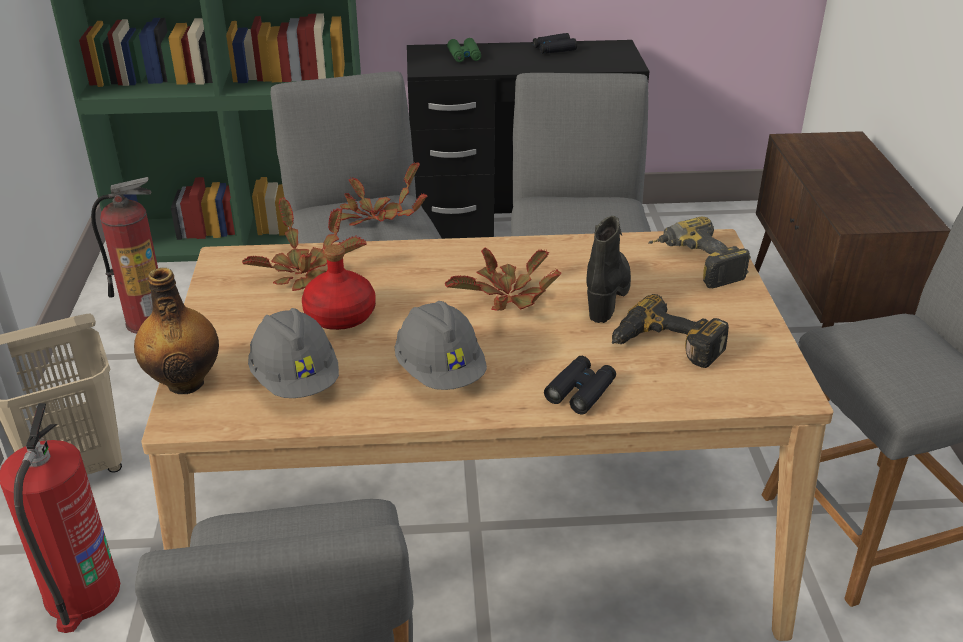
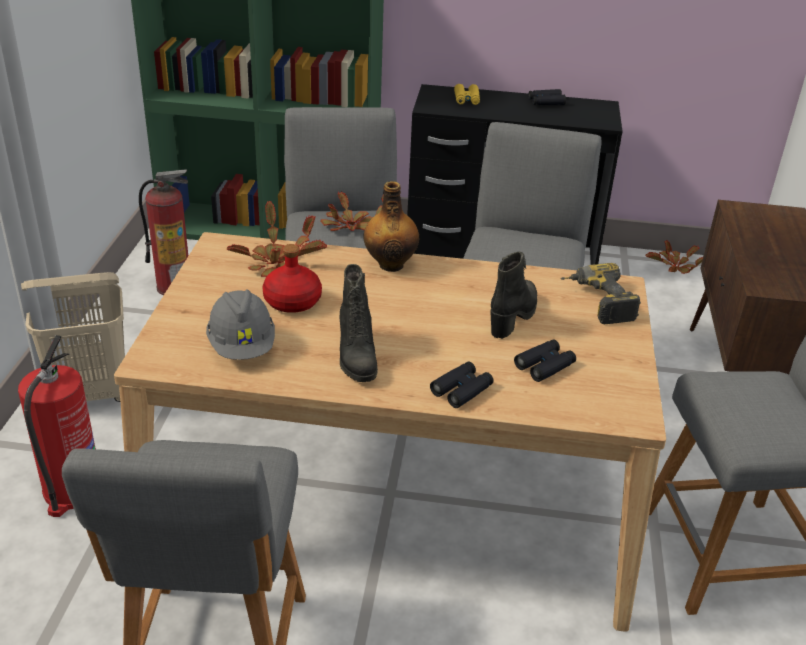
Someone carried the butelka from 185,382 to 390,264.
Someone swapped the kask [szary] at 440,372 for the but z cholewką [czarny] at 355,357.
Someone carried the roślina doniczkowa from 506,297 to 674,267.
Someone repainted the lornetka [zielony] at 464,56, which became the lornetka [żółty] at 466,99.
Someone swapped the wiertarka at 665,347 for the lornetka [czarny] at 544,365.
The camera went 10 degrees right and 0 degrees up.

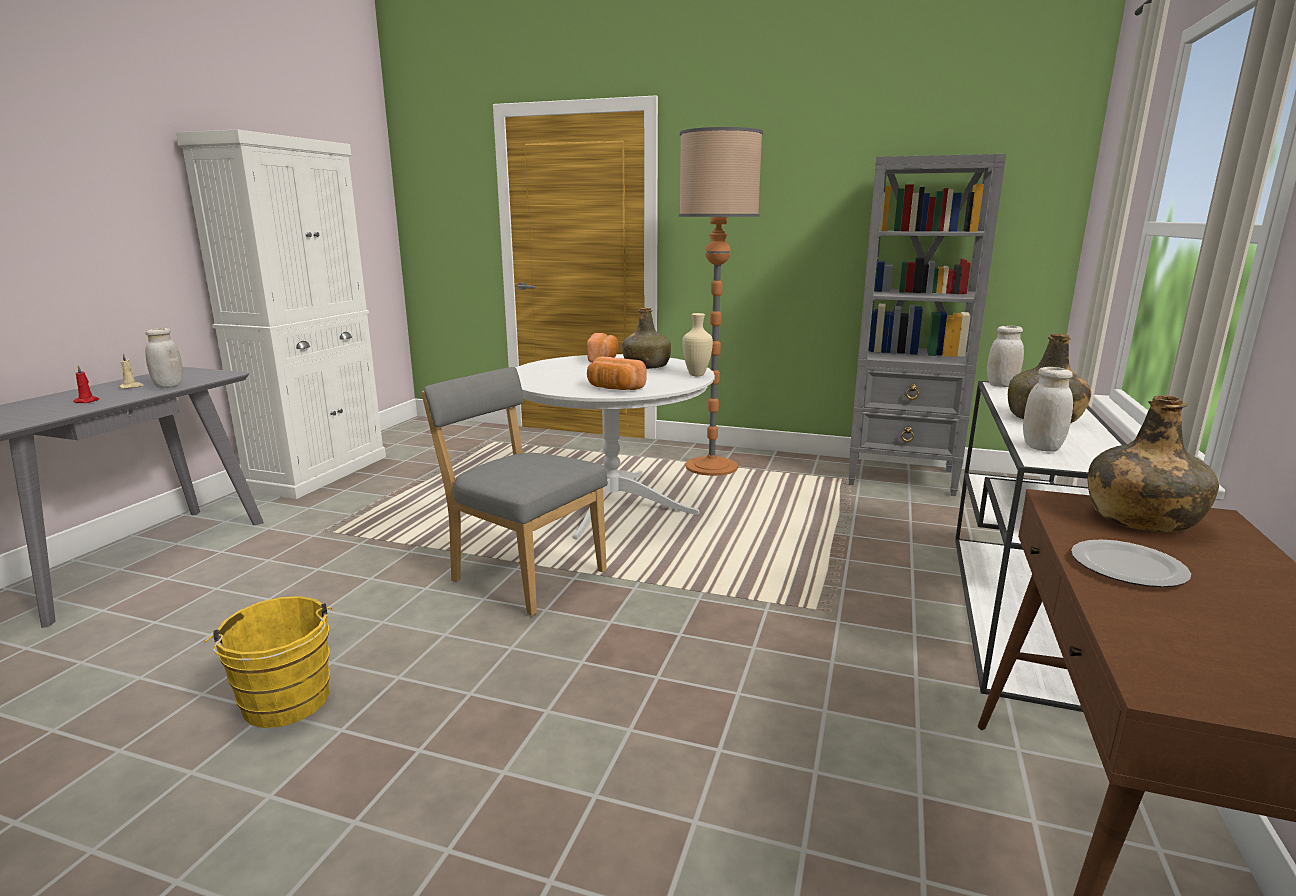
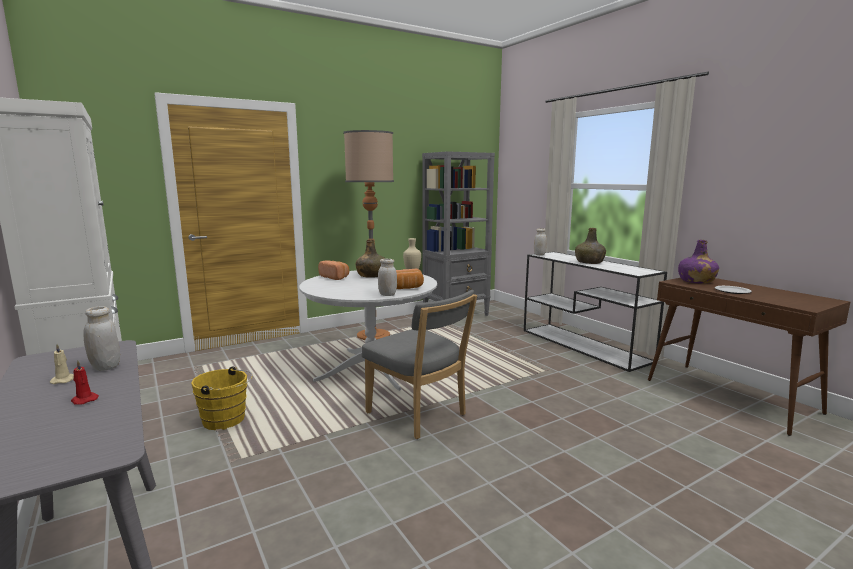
Someone carried the wiadro [żółty] from 286,706 to 226,420.
Someone rotated the krzesło [szary] at 523,574 by 120 degrees counterclockwise.
Someone carried the słoik [biały] from 1041,447 to 387,295.
Someone repainted the butelka [zielony] at 1140,519, which became the butelka [fioletowy] at 696,281.
The camera went 50 degrees left and 5 degrees down.

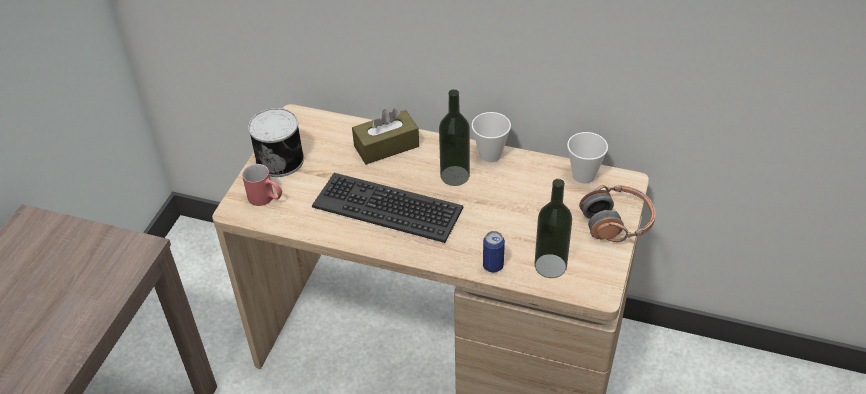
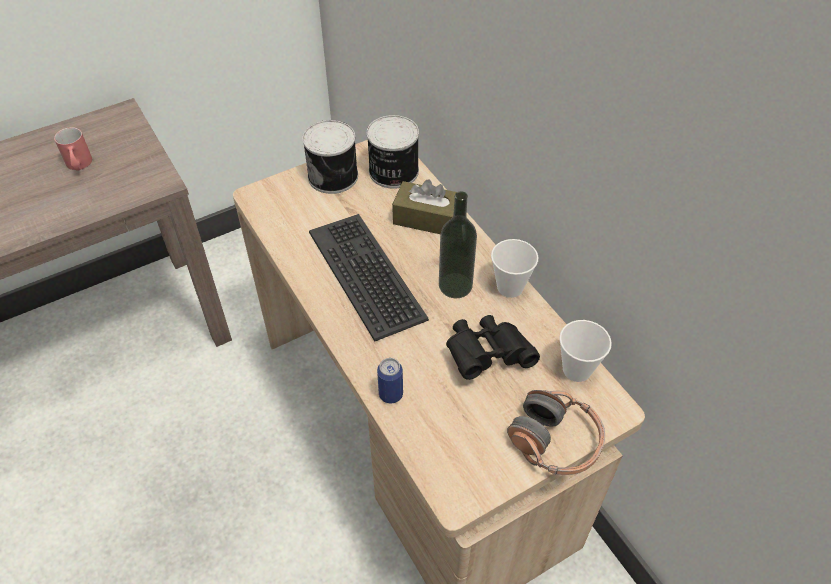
Someone carried the kubek [czerwony] from 266,199 to 79,166.
Someone took away the butelka at 550,266.
Someone put down the puszka at 392,172.
Someone put down the lornetka [czarny] at 487,355.
The camera went 40 degrees right and 5 degrees up.

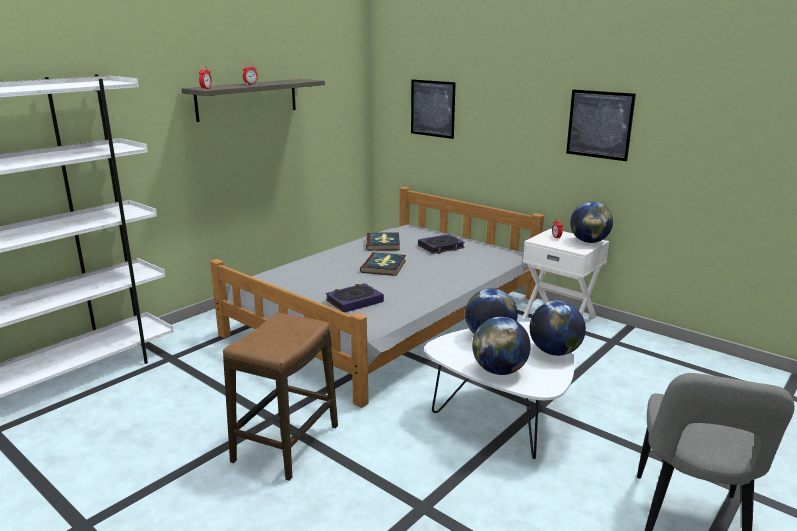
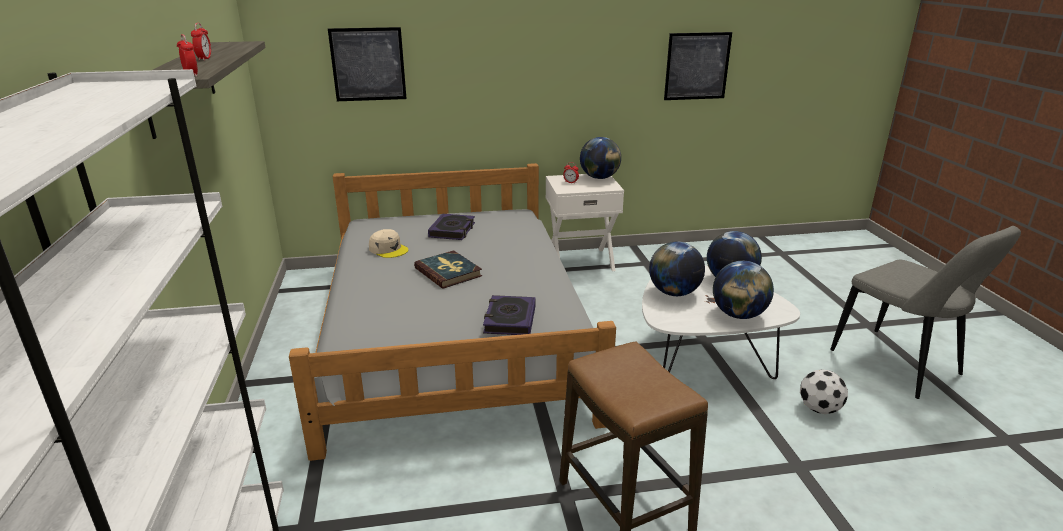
Someone swapped the książka at 383,244 for the czapka z daszkiem [beżowy] at 388,249.
Someone carried the obraz from 599,124 to 697,66.
Someone put down the piłka futbolowa at 819,409.
The camera went 50 degrees left and 5 degrees up.

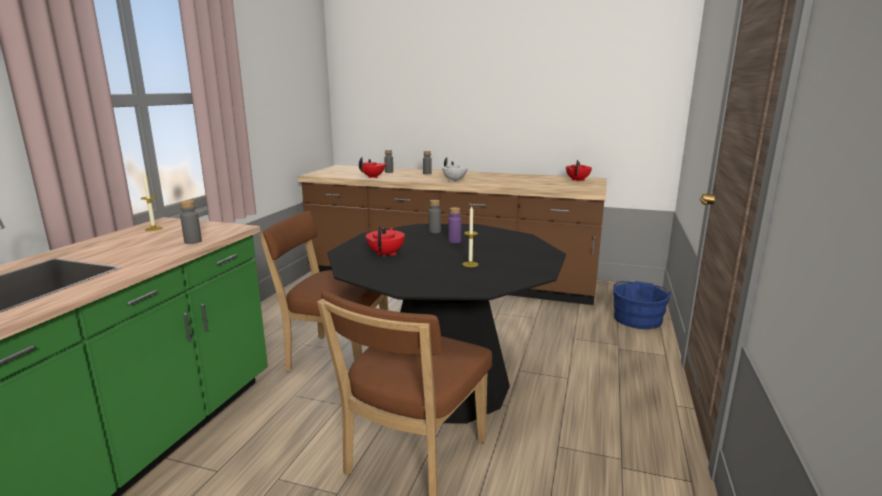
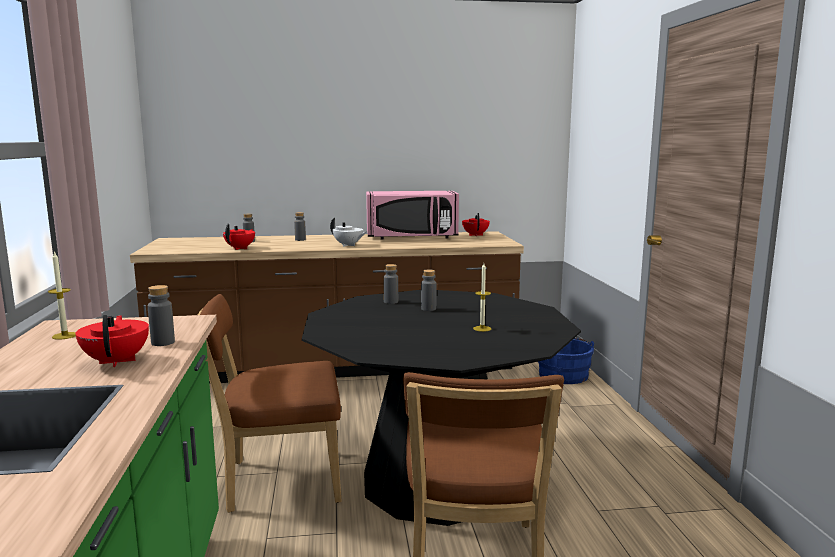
Someone carried the imbryk [czerwony] from 386,254 to 117,361.
Someone repainted the butelka [fioletowy] at 454,241, which became the butelka [szary] at 428,309.
Someone put down the mikrofalówka [różowy] at 412,237.
The camera went 25 degrees left and 5 degrees down.

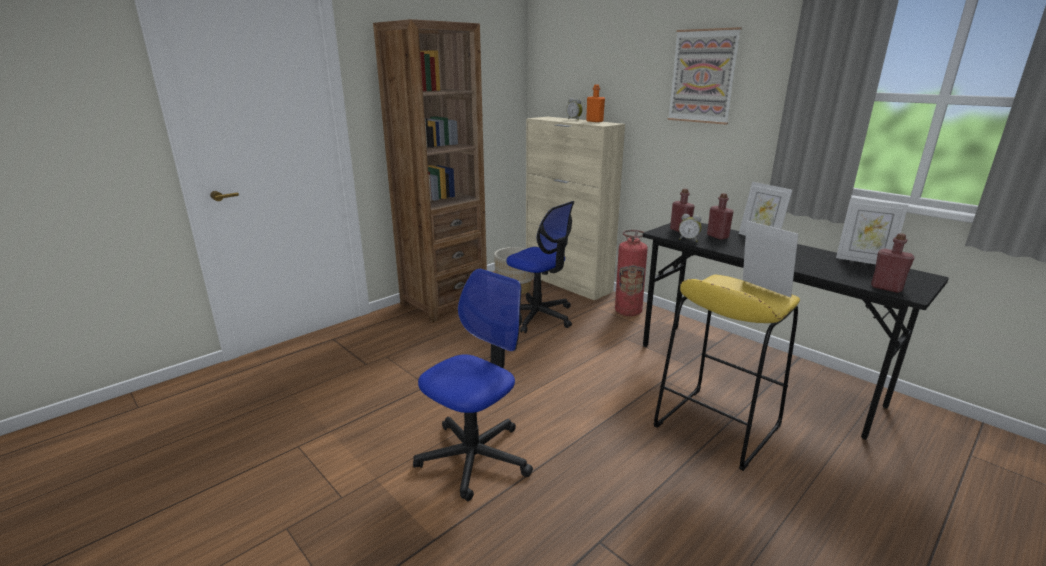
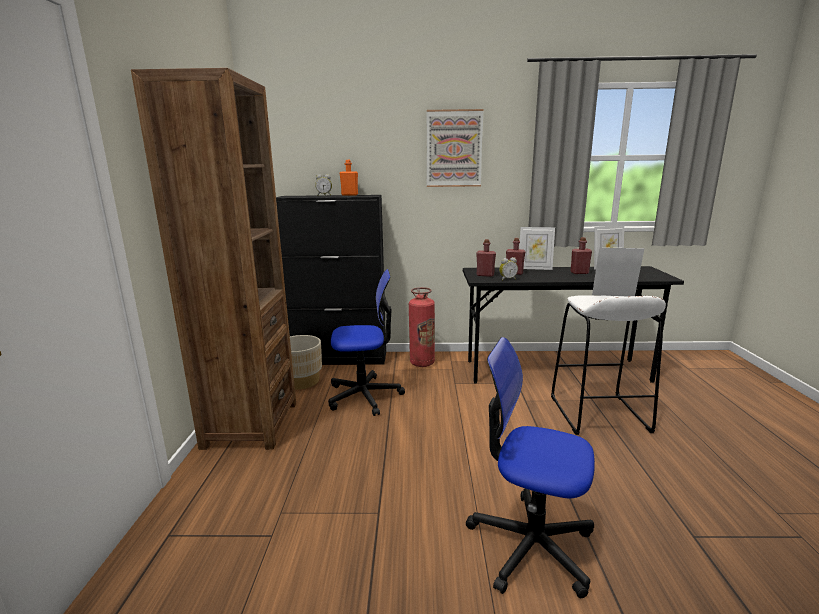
Someone rotated the krzesło biurowe at 474,457 by 60 degrees counterclockwise.
Someone repainted the szafka [beżowy] at 568,283, which became the szafka [czarny] at 339,358.
Someone repainted the stołek [żółty] at 716,426, which became the stołek [biały] at 598,414.
Someone carried the butelka [czerwony] from 886,288 to 579,273.
The camera went 45 degrees left and 5 degrees down.

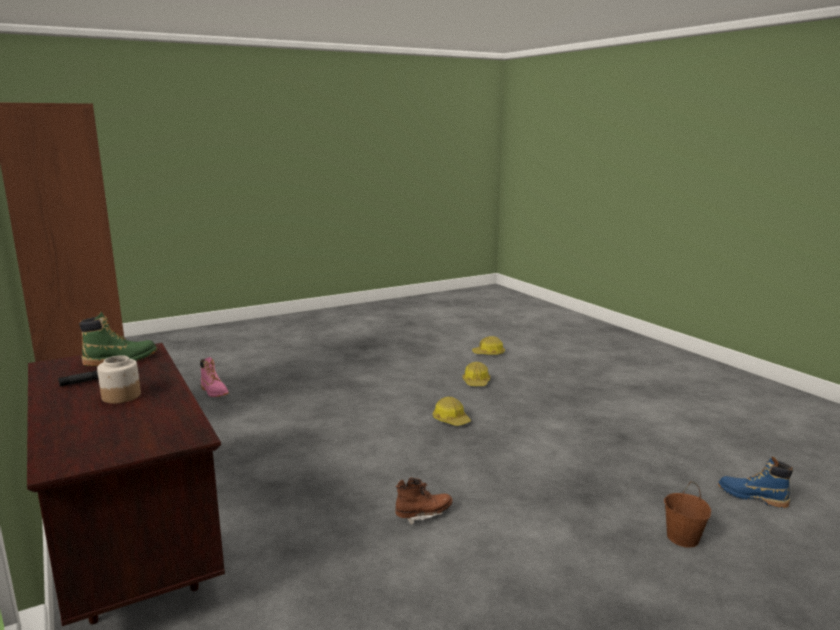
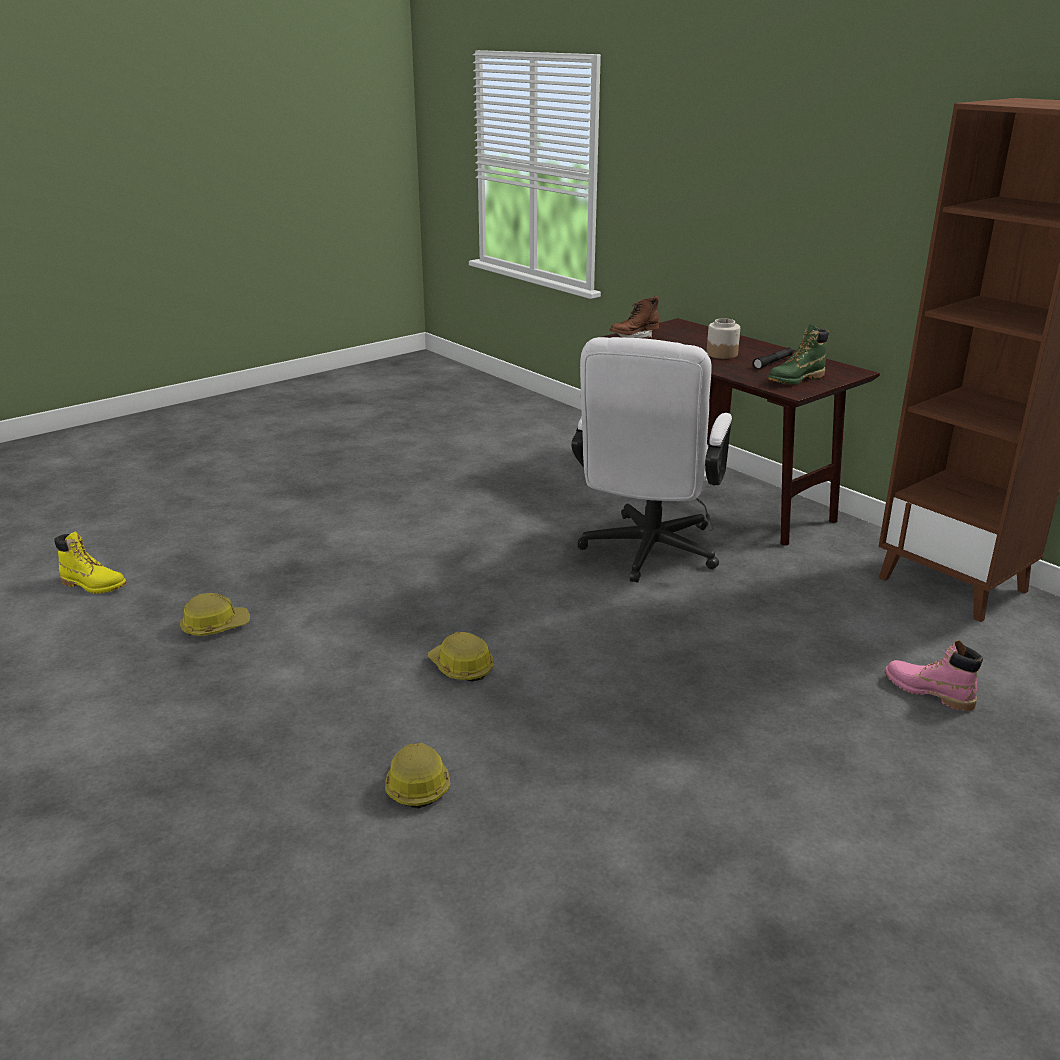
Someone carried the but z cholewką [brązowy] from 423,515 to 634,337.
Someone carried the kask from 489,353 to 215,626.
Someone took away the wiadro [brązowy] at 683,538.
Someone repainted the but z cholewką [niebieski] at 752,497, which became the but z cholewką [żółty] at 94,585.
Someone put down the krzesło biurowe [biały] at 646,555.
The camera went 170 degrees right and 10 degrees up.

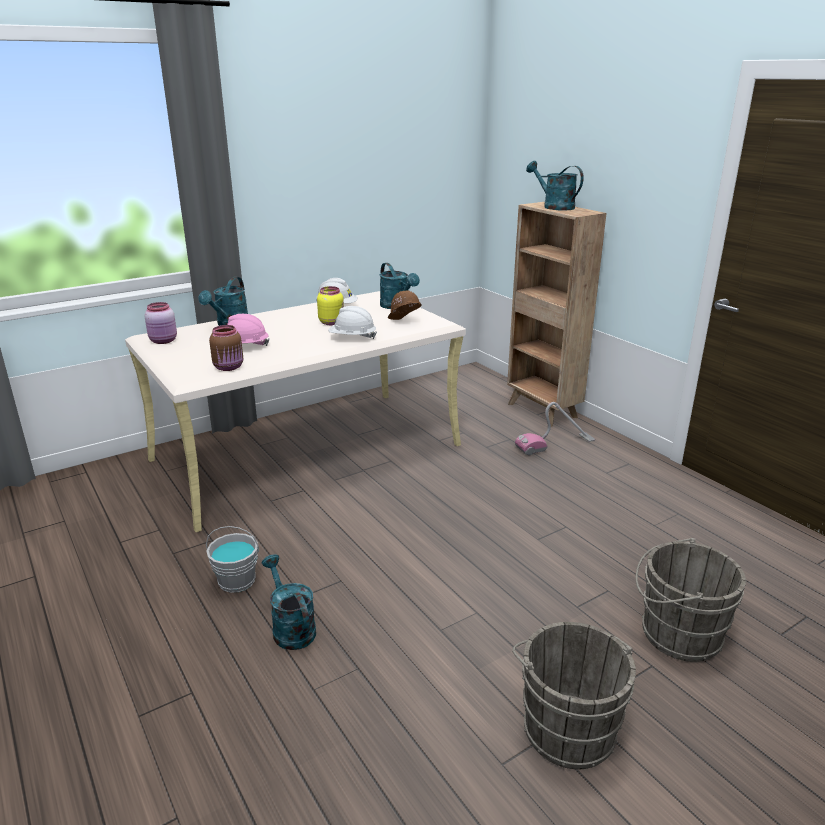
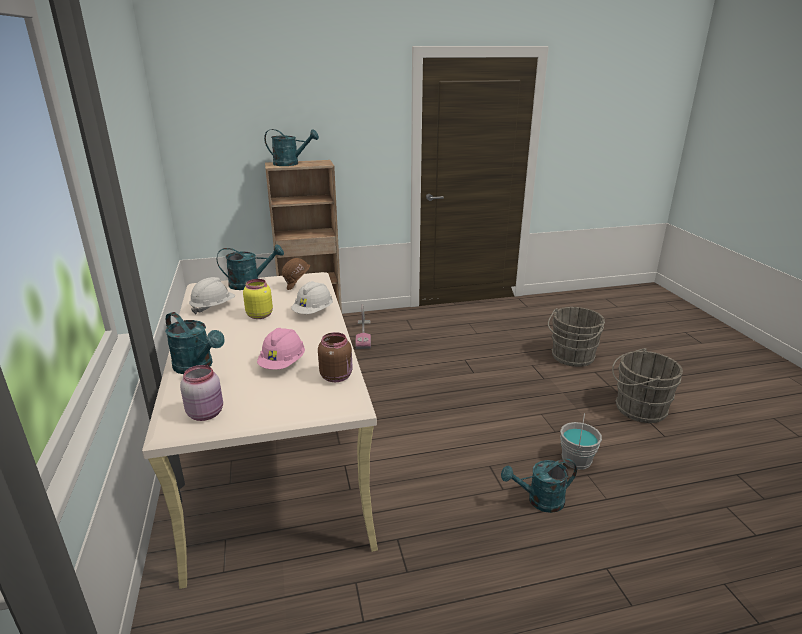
Someone carried the wiadro [szary] from 237,580 to 576,459.
Someone rotated the konewka [turkusowy] at 554,206 by 150 degrees counterclockwise.
The camera went 70 degrees left and 0 degrees up.

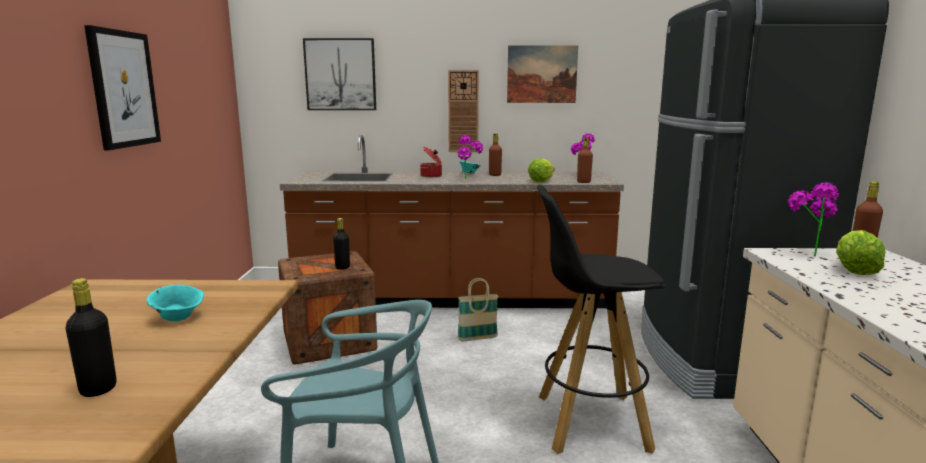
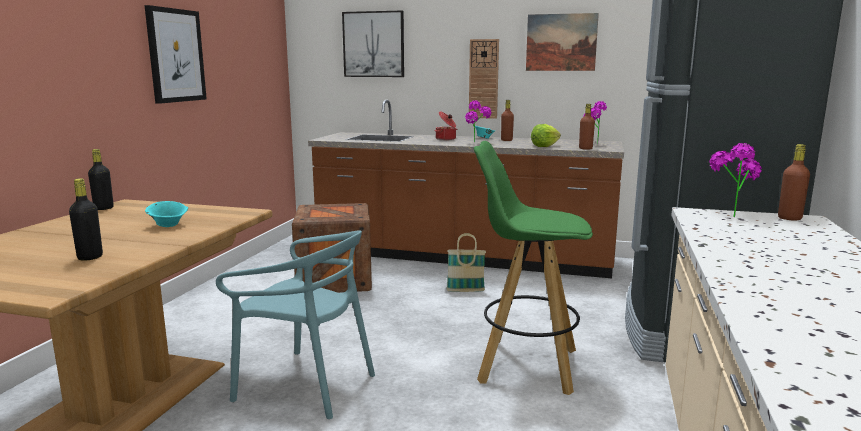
Someone carried the butelka [czarny] from 342,267 to 103,208.
Someone repainted the stołek [czarny] at 589,423, which became the stołek [zielony] at 526,365.
Someone took away the sałata at 854,270.
The camera went 15 degrees right and 0 degrees up.

